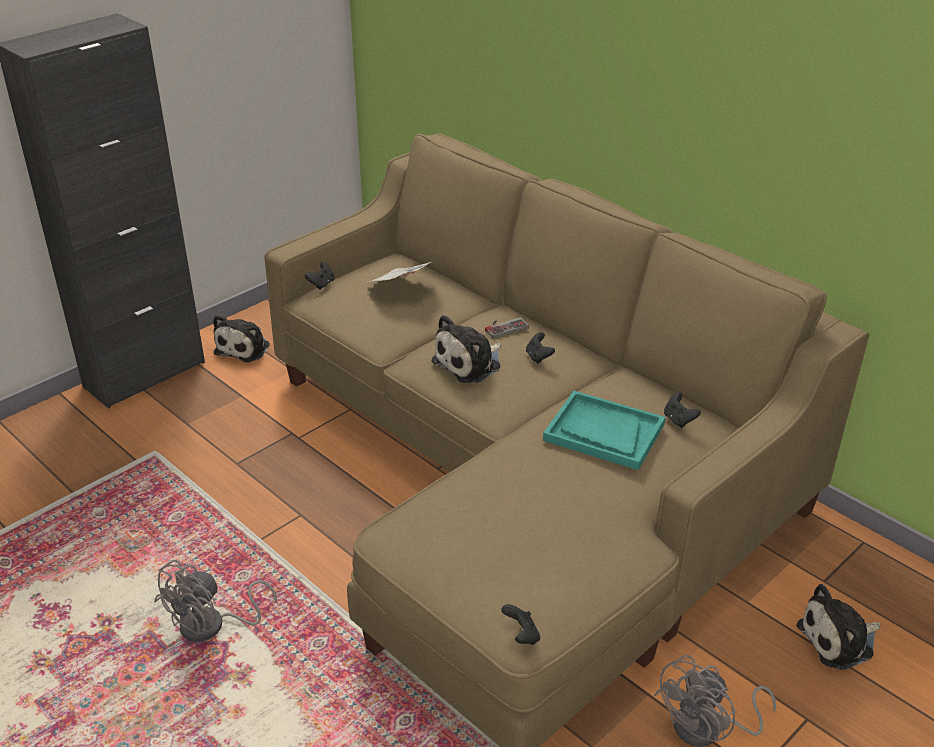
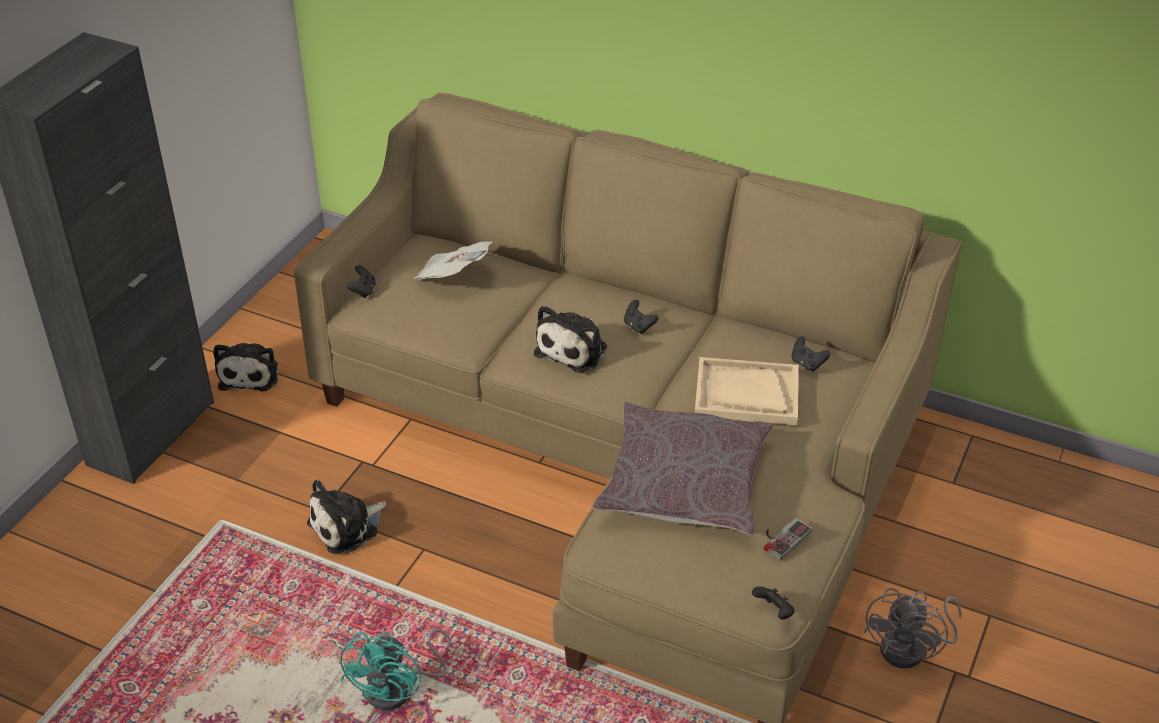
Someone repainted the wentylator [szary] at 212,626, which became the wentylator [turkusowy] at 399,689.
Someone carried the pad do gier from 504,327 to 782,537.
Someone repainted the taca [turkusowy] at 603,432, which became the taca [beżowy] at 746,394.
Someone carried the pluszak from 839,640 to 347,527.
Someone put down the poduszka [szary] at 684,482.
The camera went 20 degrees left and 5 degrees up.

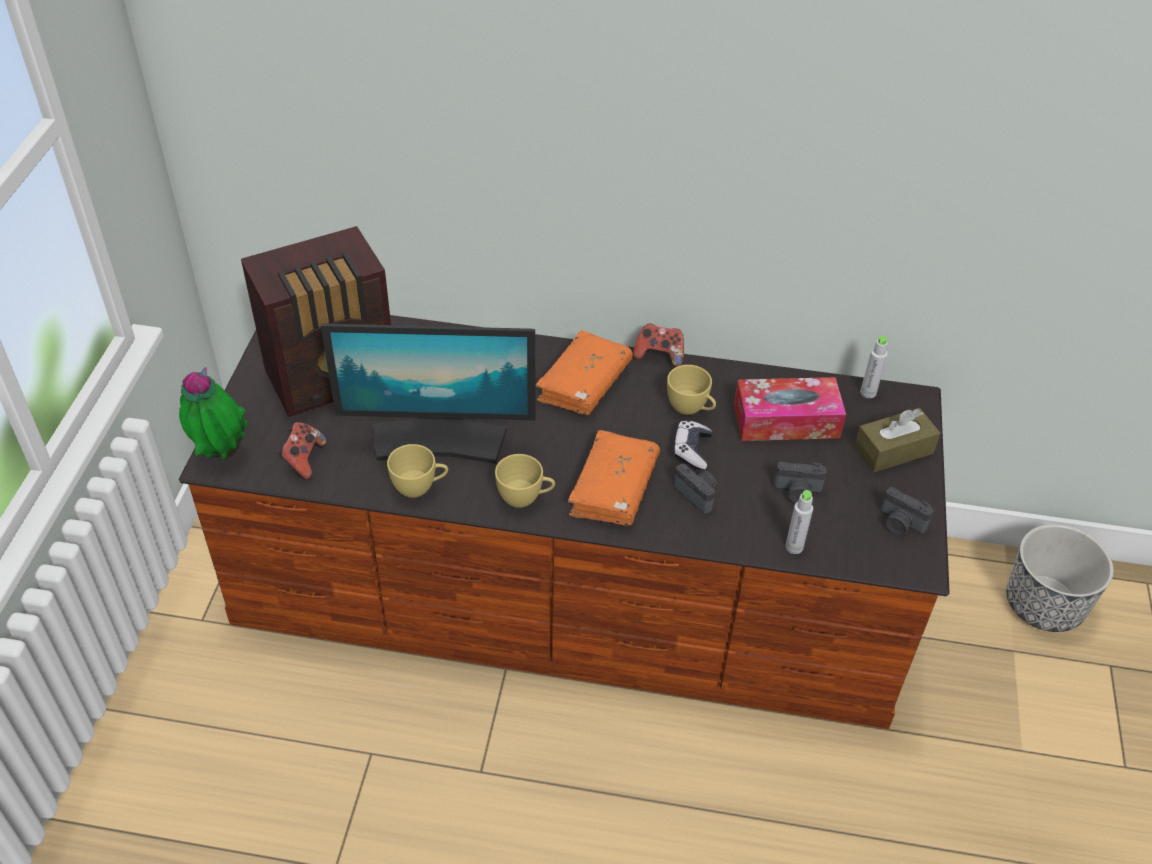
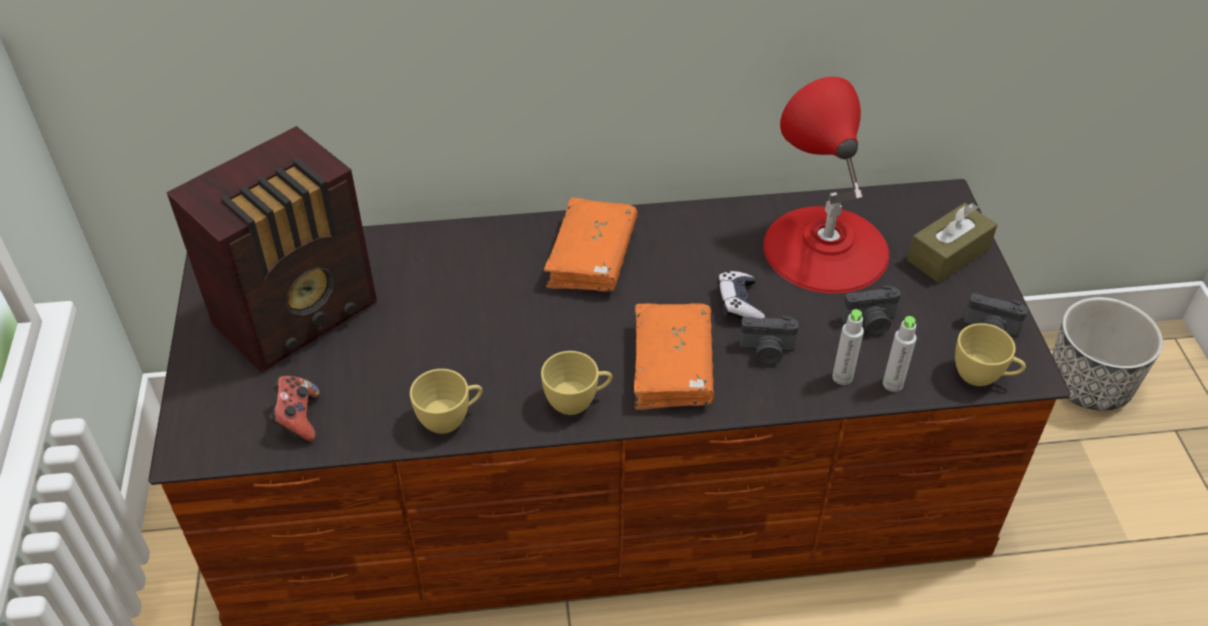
Someone took away the roślina doniczkowa at 220,453.
Someone took away the monitor at 438,440.
Someone took away the pad do gier at 659,356.
Someone carried the filiżanka [żółty] from 690,409 to 983,377.
Someone rotated the aparat fotograficzny at 698,495 by 150 degrees clockwise.
Someone swapped the pudełko chusteczek at 786,420 for the lampa stołowa [czerwony] at 825,248.
Someone carried the butelka [szary] from 868,392 to 842,377.
The camera went 15 degrees left and 0 degrees up.

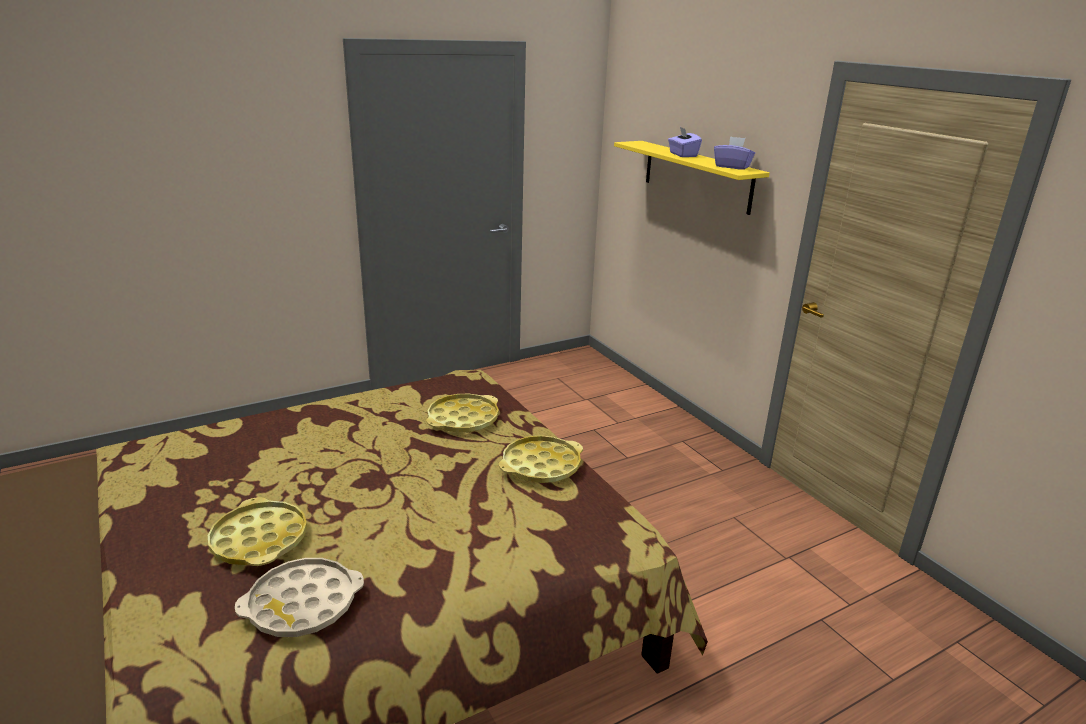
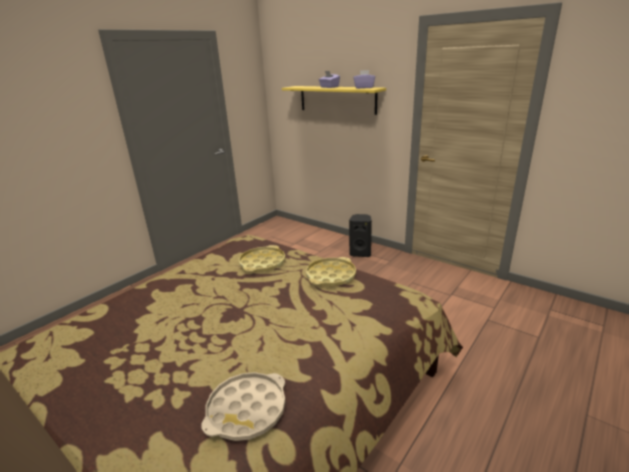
Someone took away the taca [żółty] at 260,540.
Someone put down the głośnik [czarny] at 360,253.
The camera went 20 degrees left and 0 degrees up.

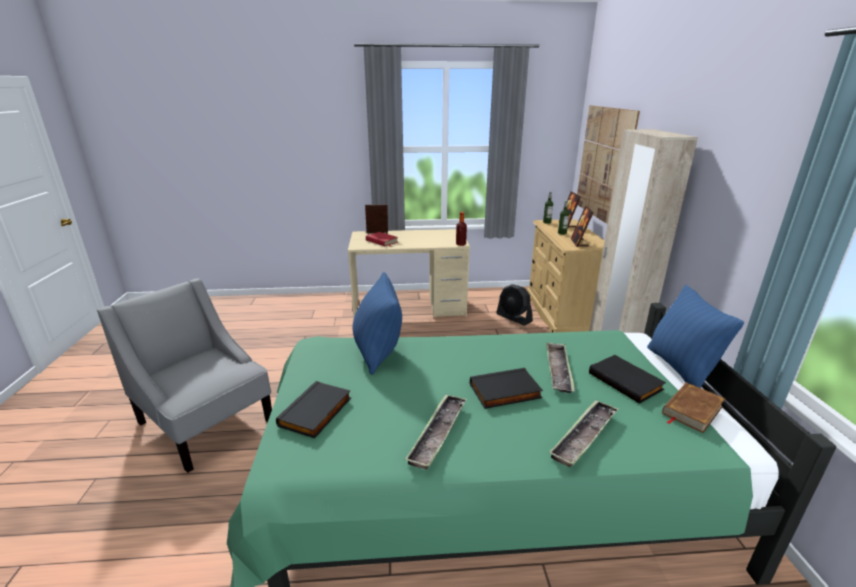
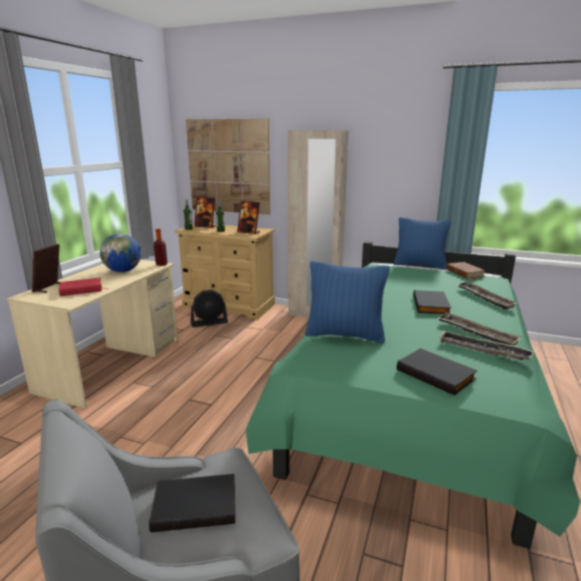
Someone carried the taca from 558,370 to 483,350.
Someone carried the książka [czarny] from 626,381 to 196,504.
Someone put down the globus at 123,271.
The camera went 65 degrees left and 5 degrees down.

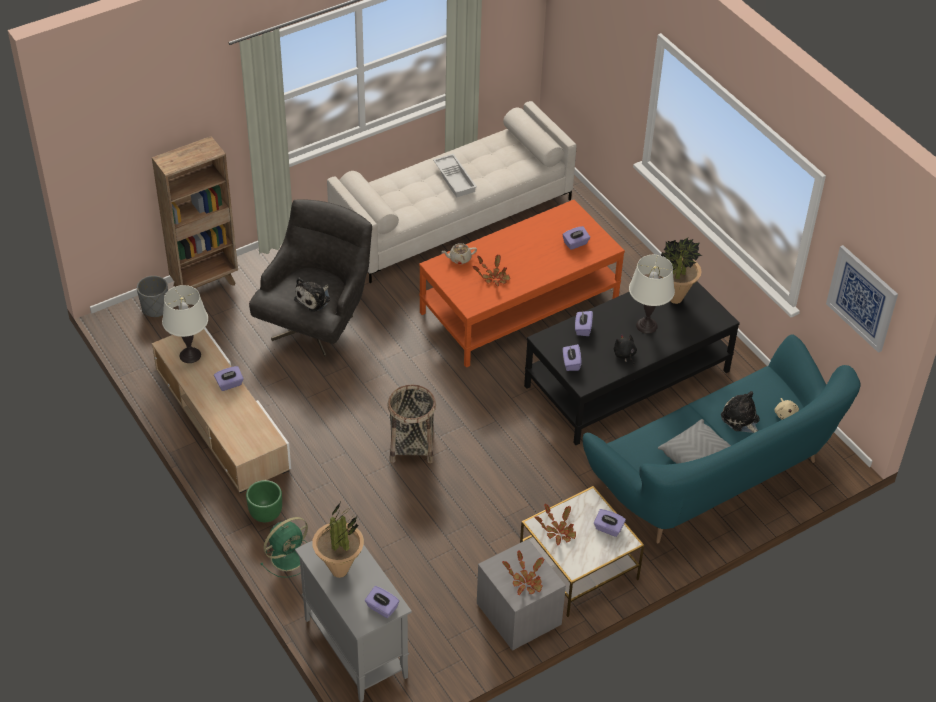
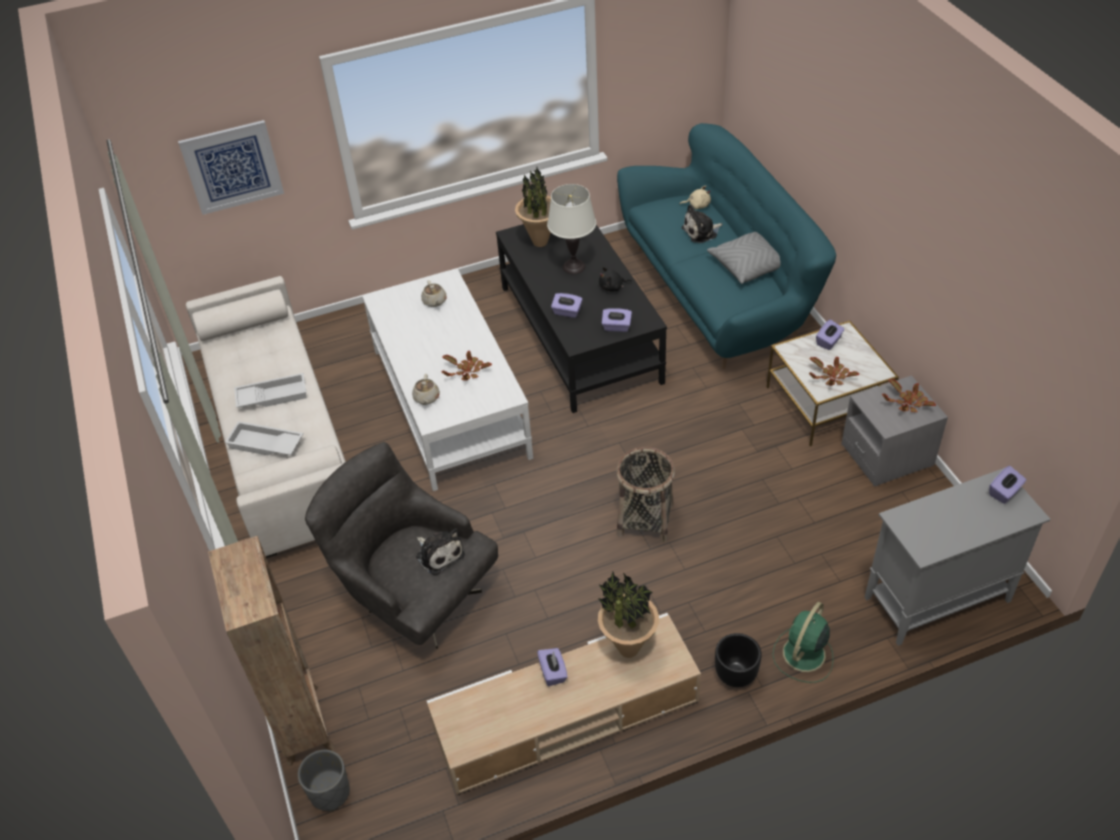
Someone took away the lampa stołowa [biały] at 190,355.
Someone repainted the donica [zielony] at 265,514, which became the donica [czarny] at 735,676.
Someone rotated the wentylator [zielony] at 289,556 by 120 degrees counterclockwise.
Someone carried the roślina doniczkowa from 339,570 to 628,649.
Someone repainted the ława [pomarańczowy] at 520,305, which became the ława [biały] at 450,402.
Someone swapped the pudełko chusteczek [fioletowy] at 575,243 for the imbryk [beżowy] at 434,301.
Someone carried the obraz from 862,298 to 232,167.
Someone put down the taca [biały] at 265,445.
The camera went 75 degrees left and 0 degrees up.

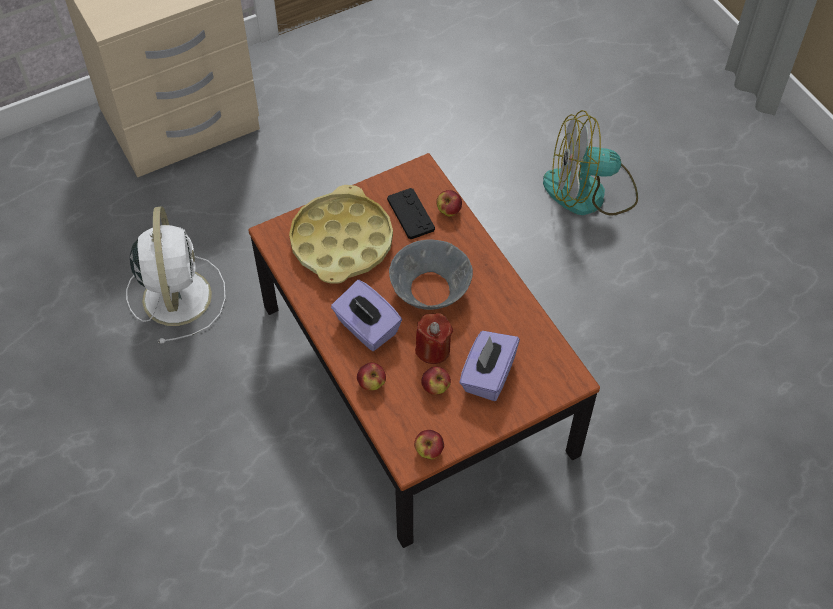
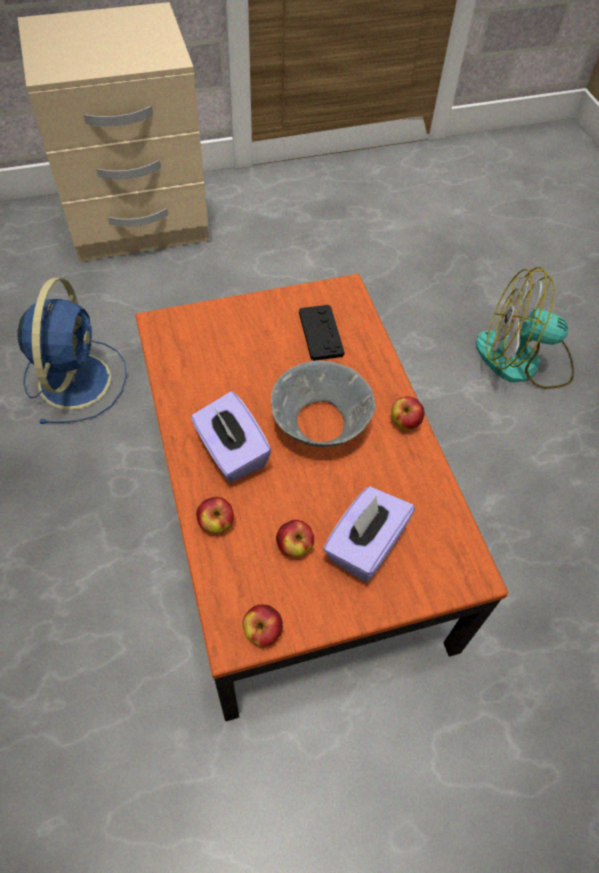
Someone repainted the wentylator [biały] at 177,294, which became the wentylator [niebieski] at 75,378.
Someone took away the taca [żółty] at 341,241.
Someone took away the świeca [czerwony] at 433,349.
Someone carried the jabłko from 449,211 to 405,422.
The camera went 10 degrees right and 0 degrees up.

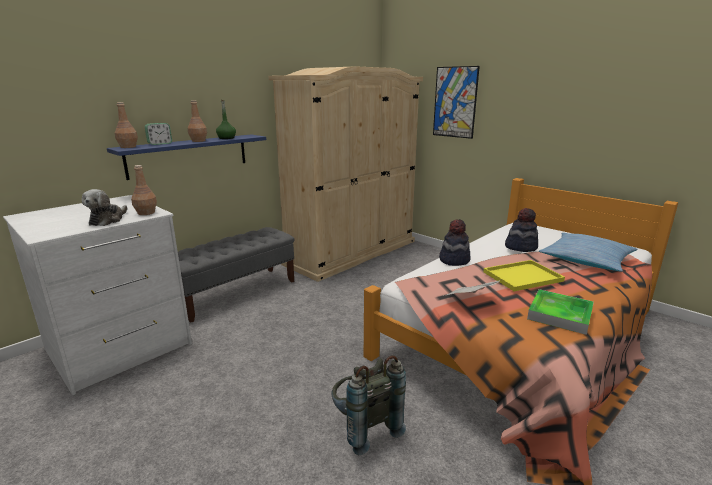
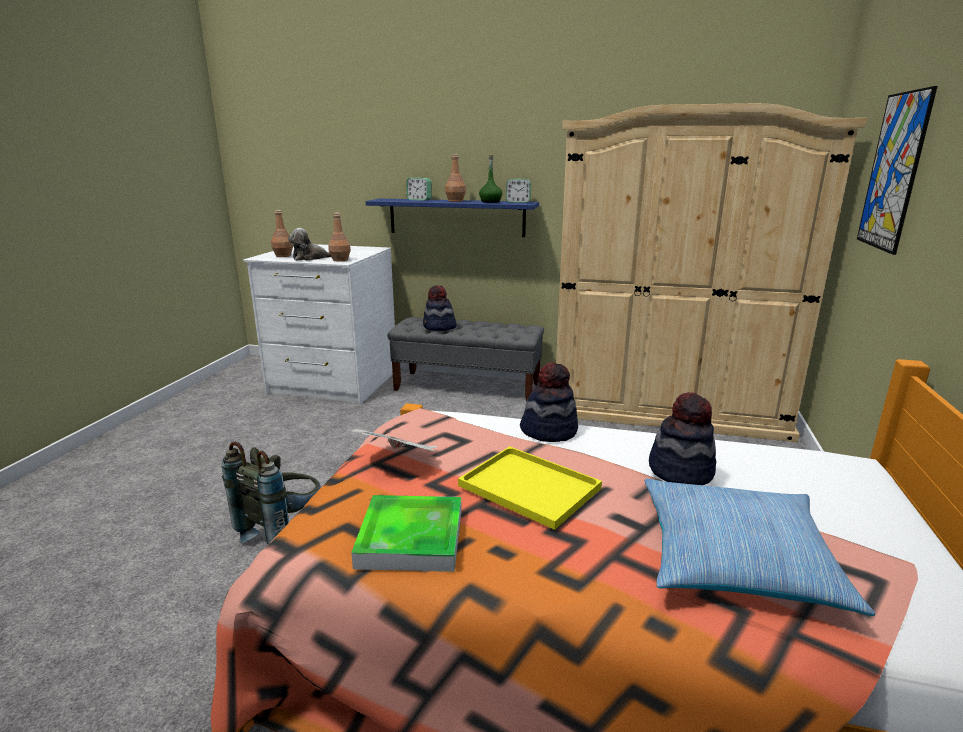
Someone carried the butelka [brązowy] from 128,147 to 283,256.
Someone put down the kapelusz at 439,327.
Someone put down the budzik at 518,202.
The camera went 60 degrees right and 0 degrees up.

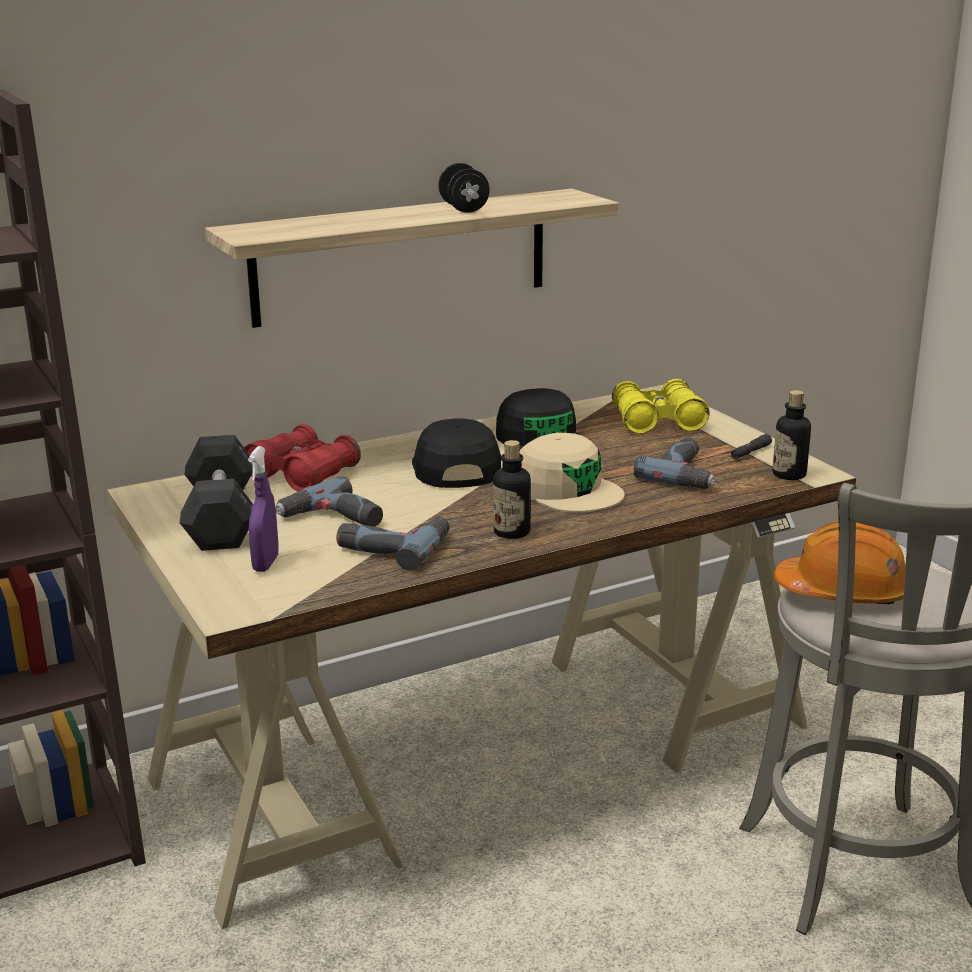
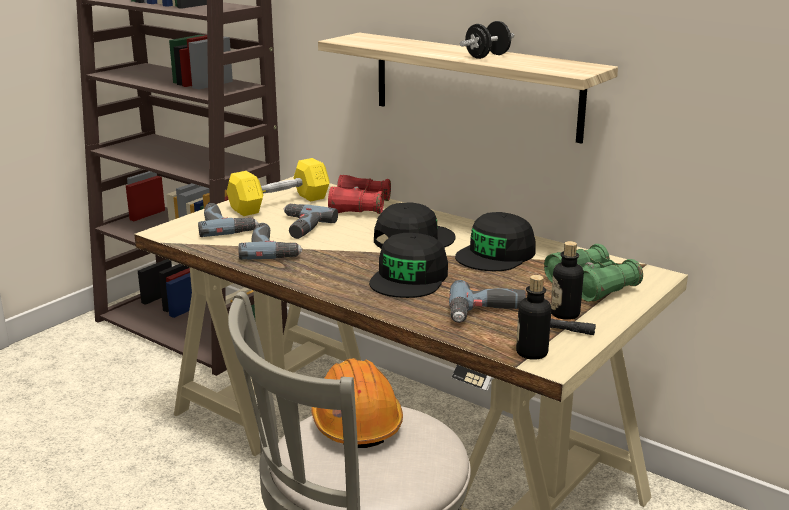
Someone repainted the hantel [szary] at 221,517, which became the hantel [żółty] at 279,204.
Someone swapped the spryskiwacz [fioletowy] at 265,564 for the wiertarka at 226,226.
Someone carried the butelka from 511,532 to 565,314.
Someone repainted the czapka z daszkiem [beżowy] at 567,490, which became the czapka z daszkiem [czarny] at 409,278.
Someone repainted the lornetka [żółty] at 658,421, which became the lornetka [zielony] at 591,285.
The camera went 65 degrees right and 0 degrees up.

